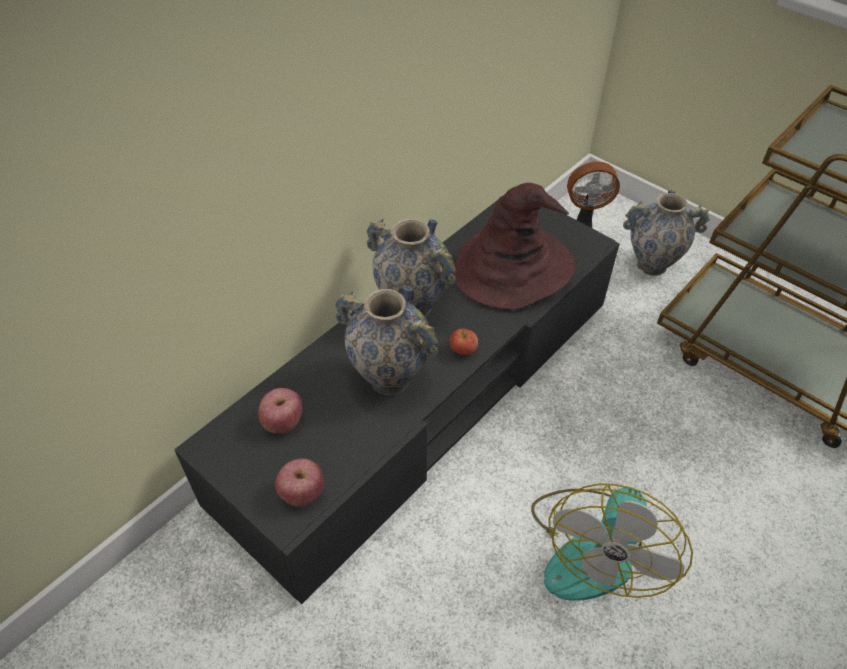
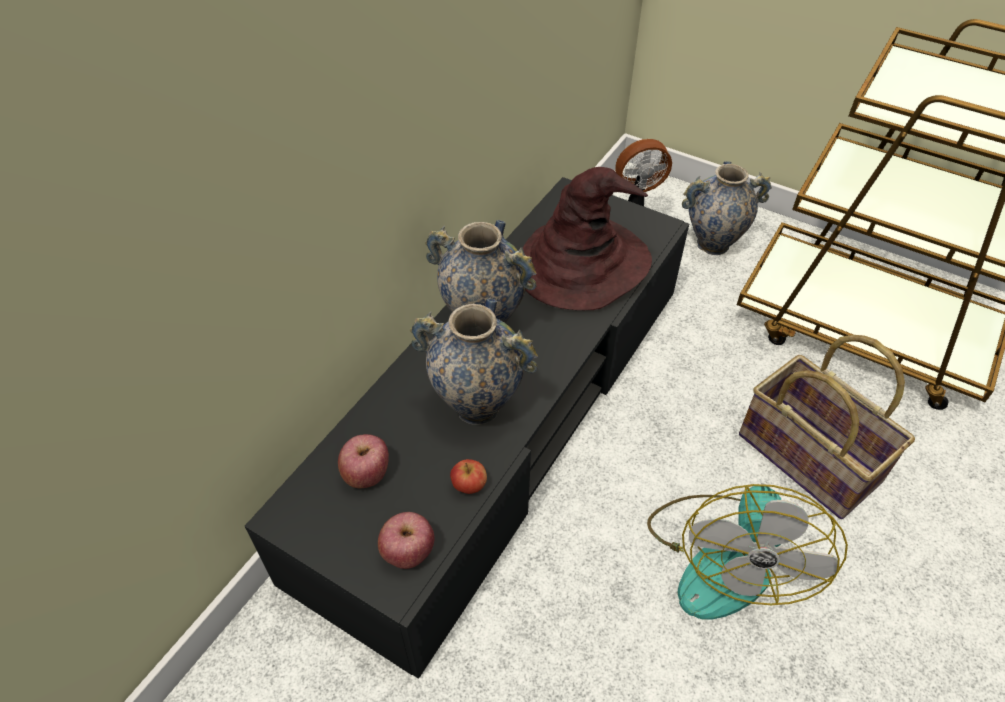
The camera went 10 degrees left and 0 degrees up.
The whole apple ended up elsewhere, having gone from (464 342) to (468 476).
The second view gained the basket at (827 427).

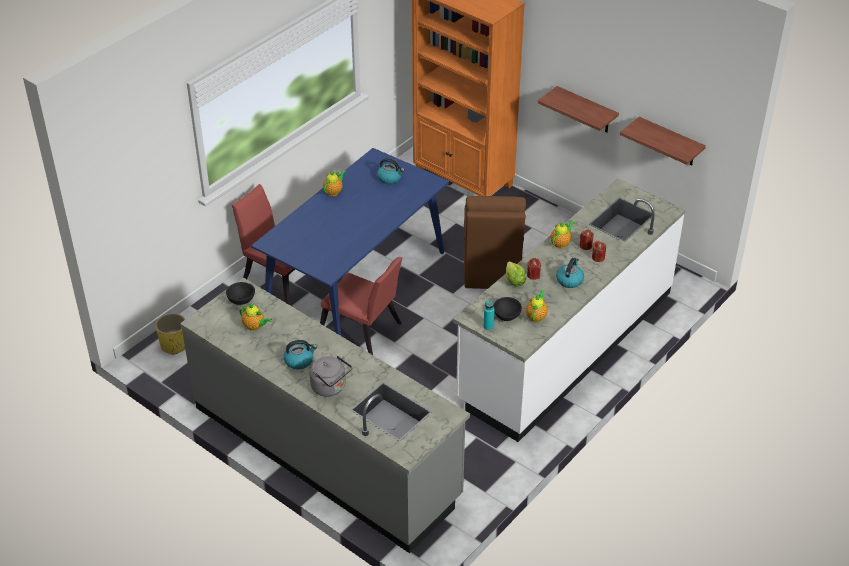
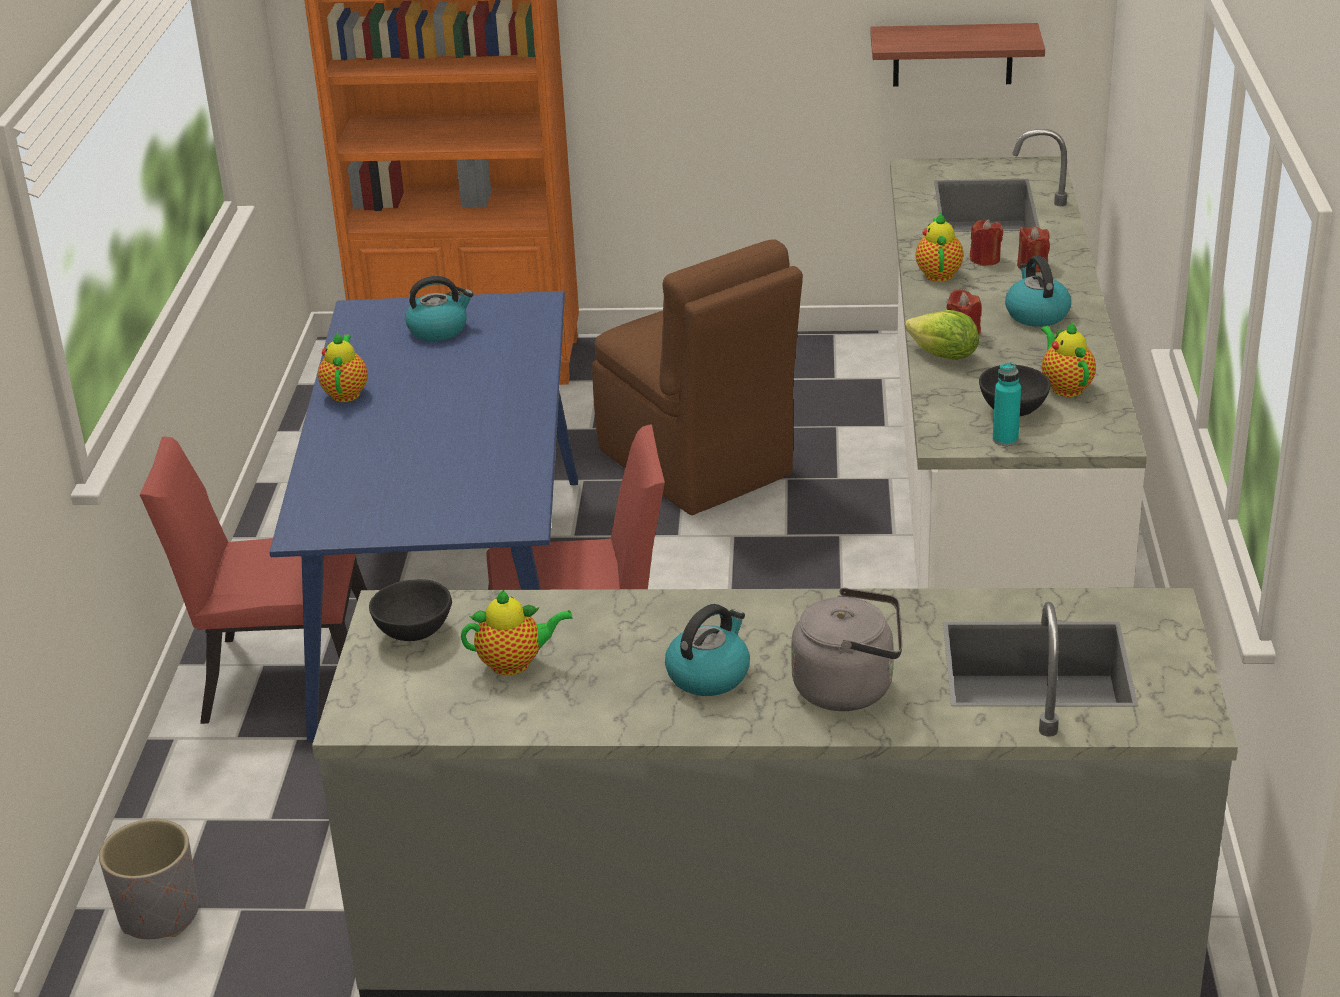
The camera went 35 degrees left and 10 degrees down.
The second view lost the wall shelf at (578 109).
What was the yellow-coloured flower pot at (170 334) turned into the greyish flower pot at (149 879).

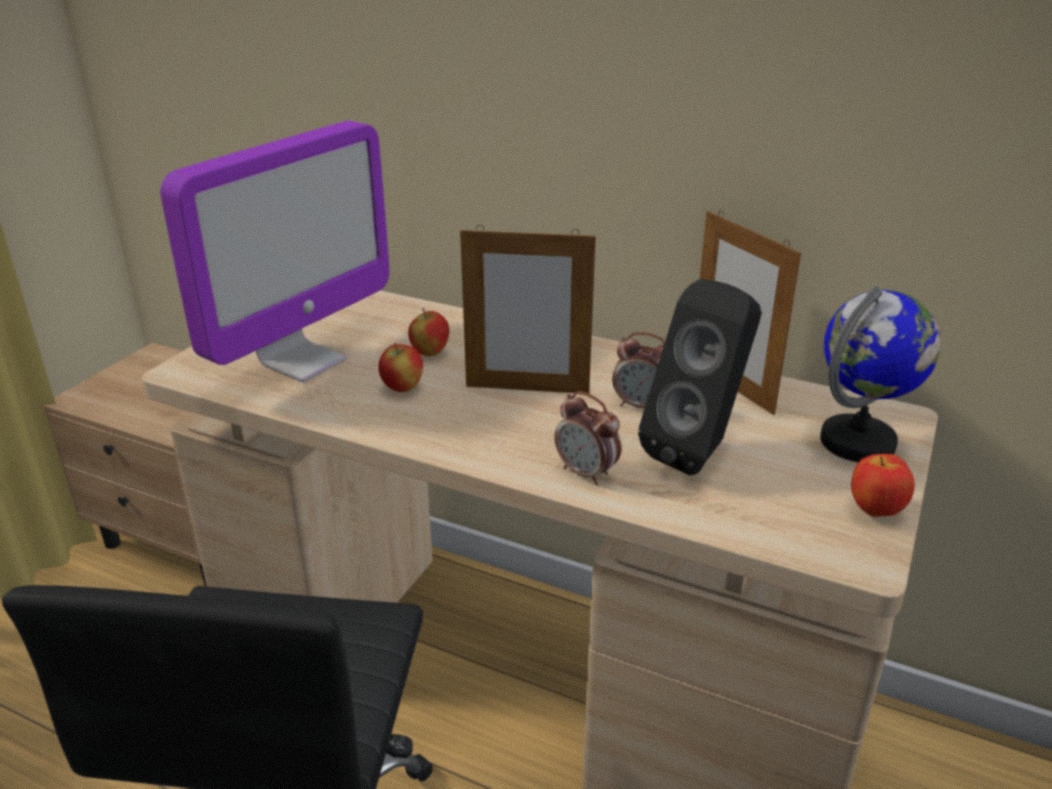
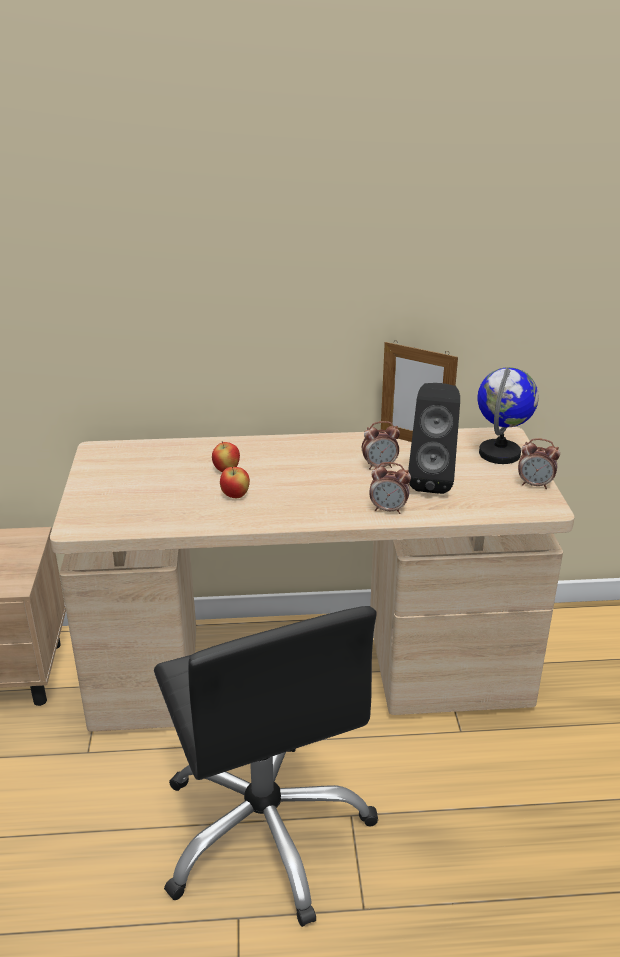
The camera went 30 degrees left and 0 degrees up.
The second view lost the computer screen at (275 251).
The second view lost the standing frame at (528 309).
Where the whole apple stood at (883 485), the table clock came to stand at (539 463).

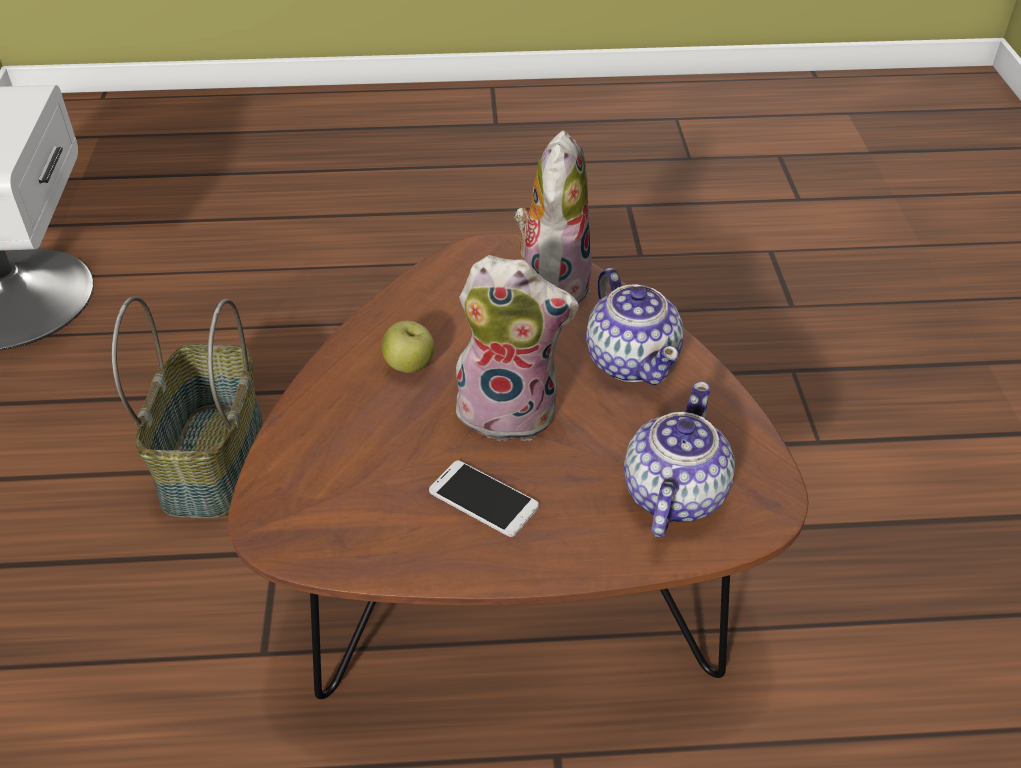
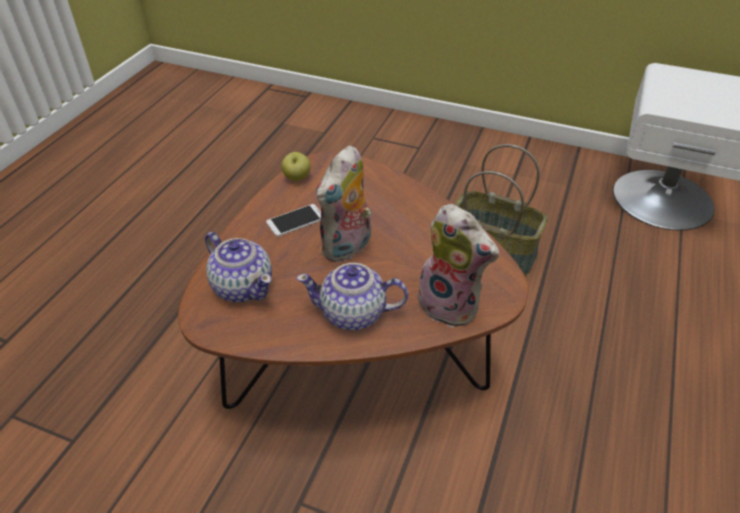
The camera went 115 degrees right and 0 degrees up.
The whole apple ended up elsewhere, having gone from (408 347) to (296 166).

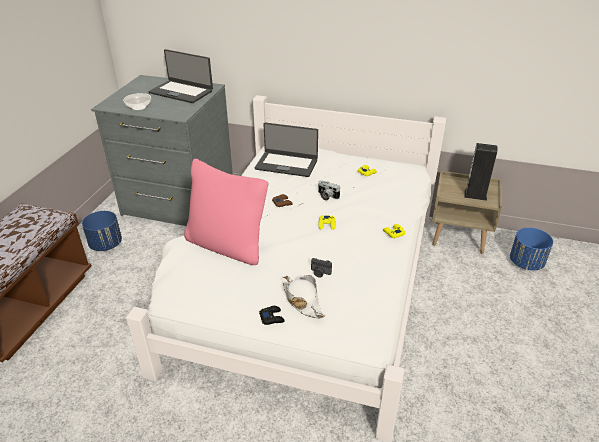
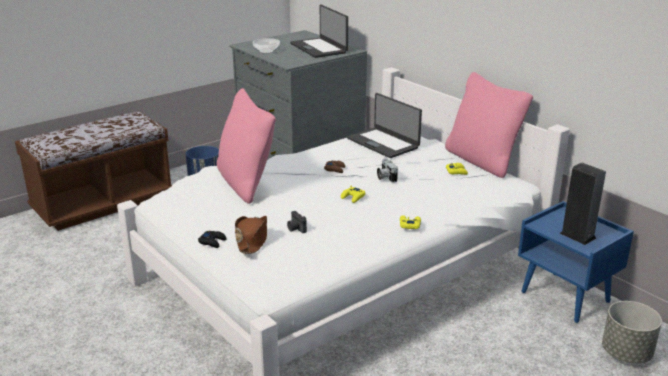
The camera went 35 degrees right and 10 degrees down.
What was the sand-coloured night table at (467 212) turned into the bluish night table at (576 262).
What was the bluish flower pot at (531 249) turned into the greyish flower pot at (632 332).
What was the whitish wearable hat at (303 297) turned into the brown-coloured wearable hat at (251 235).
The second view gained the pink cushion at (489 125).

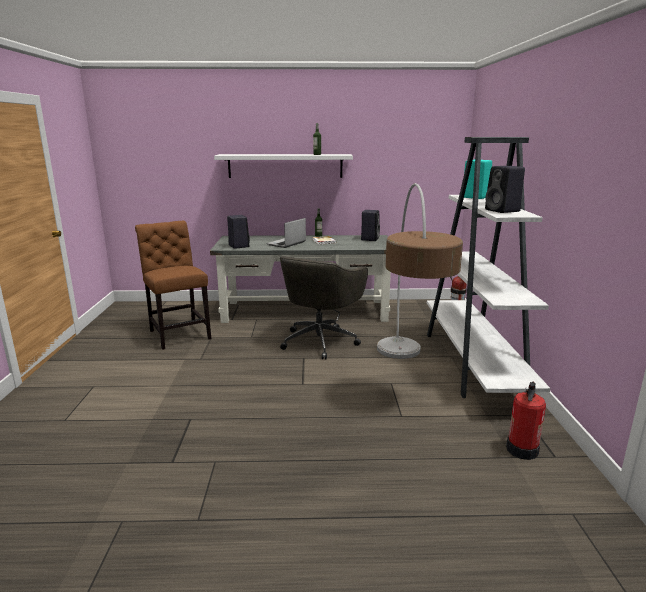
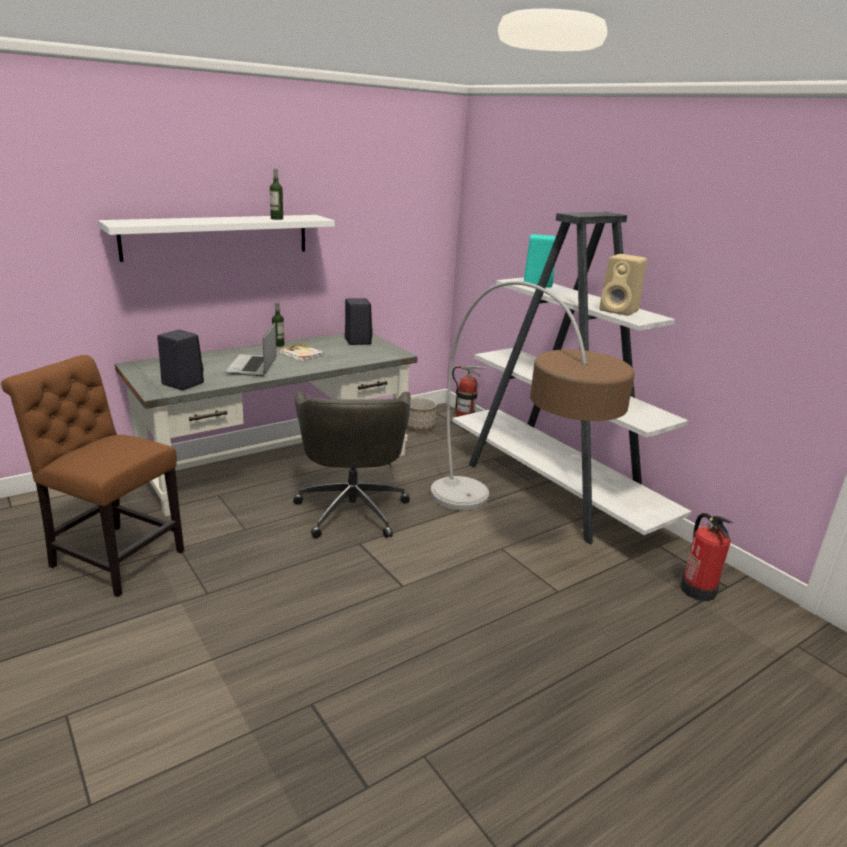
The camera went 35 degrees left and 5 degrees up.
What was the black-coloured speaker at (505 189) turned into the sand-coloured speaker at (623 285).
The second view gained the flower pot at (422 414).

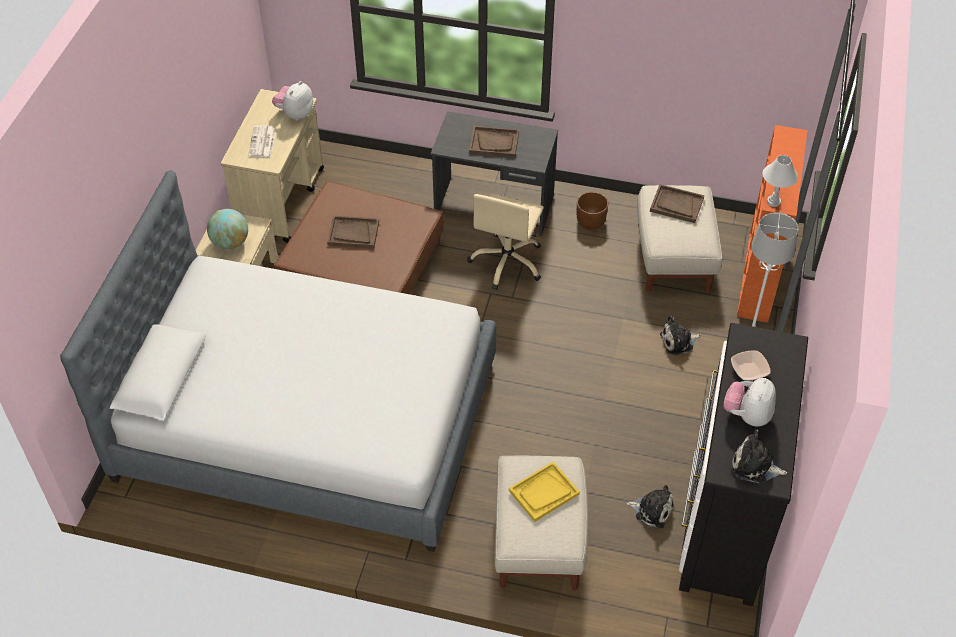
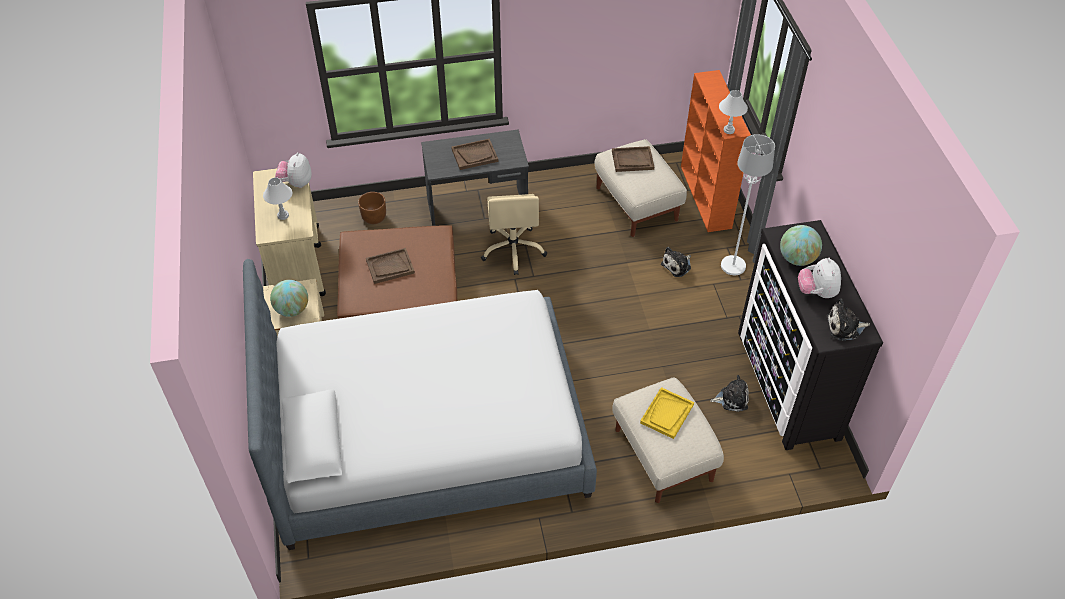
The camera went 25 degrees left and 0 degrees up.
Where the printed paper stood at (262 141), the whitish tabletop lamp came to stand at (277 198).
The brown-coloured flower pot ended up elsewhere, having gone from (592 211) to (372 208).
Where the serving bowl stood at (751 365), the desk globe came to stand at (801 245).

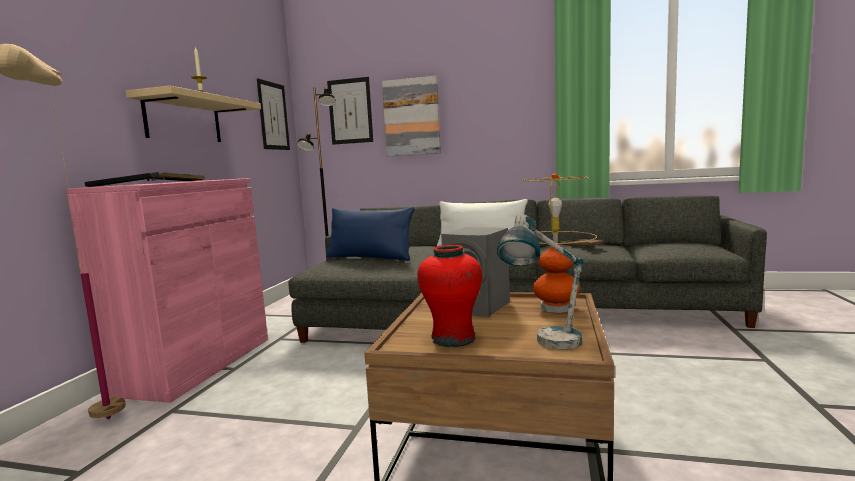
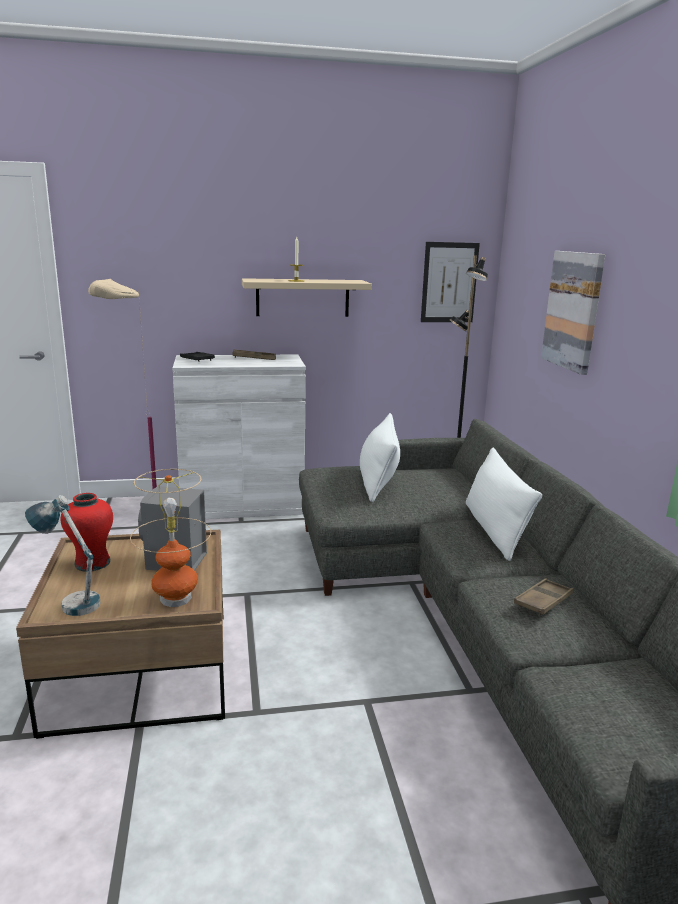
The camera went 65 degrees right and 10 degrees up.
The second view lost the wall art at (350 111).
What was the pink cabinet at (167 290) turned into the whitish cabinet at (239 437).
What was the bluish cushion at (370 234) turned into the whitish cushion at (380 457).

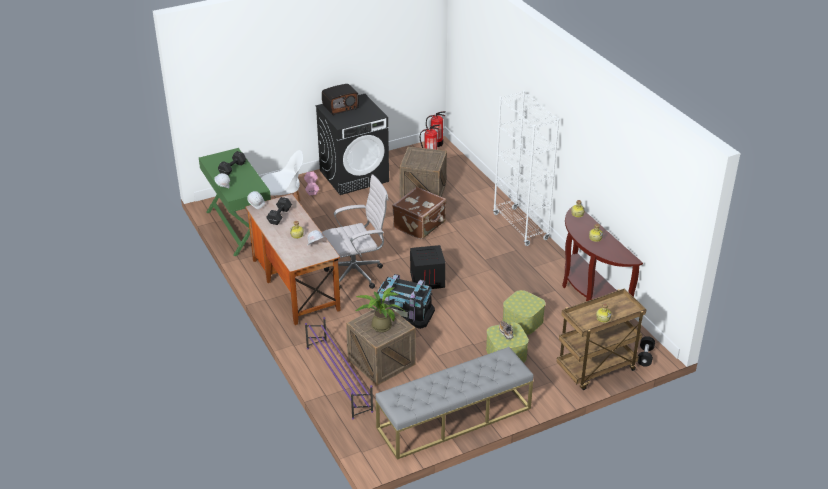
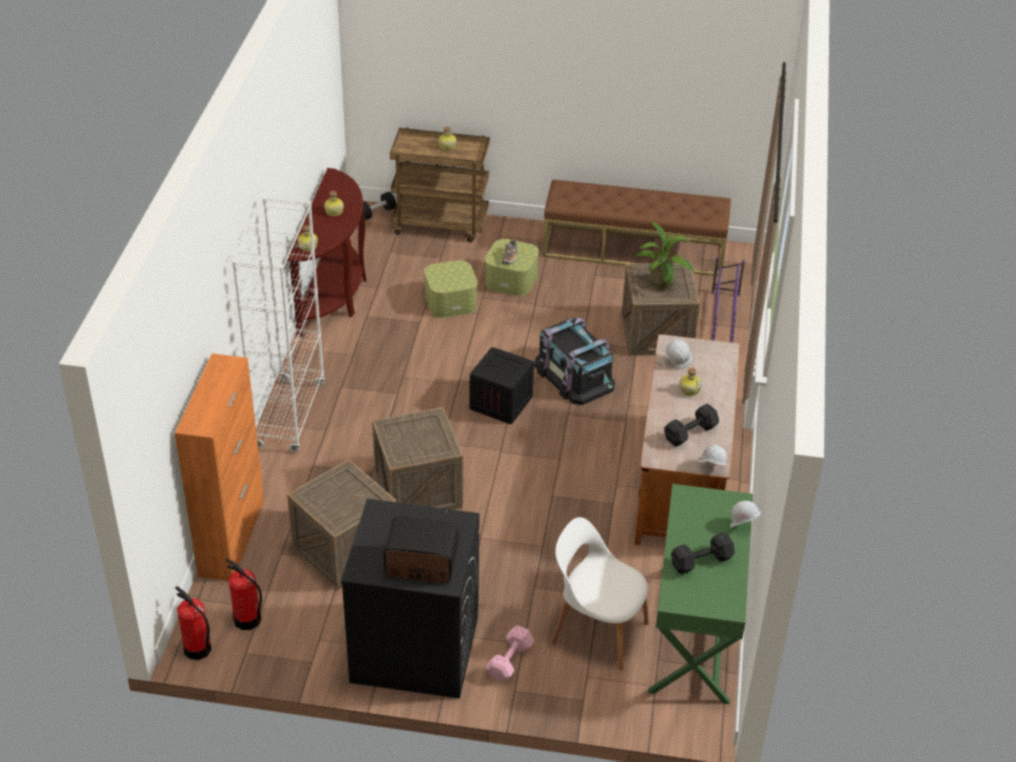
The camera went 145 degrees left and 5 degrees up.
The second view lost the whitish office chair at (355 231).
Where the brown-coloured travel case stood at (419 213), the crate came to stand at (417 458).
What was the greyish long seat at (455 403) turned into the brown-coloured long seat at (636 228).
The second view gained the orangey cabinet at (219 467).

